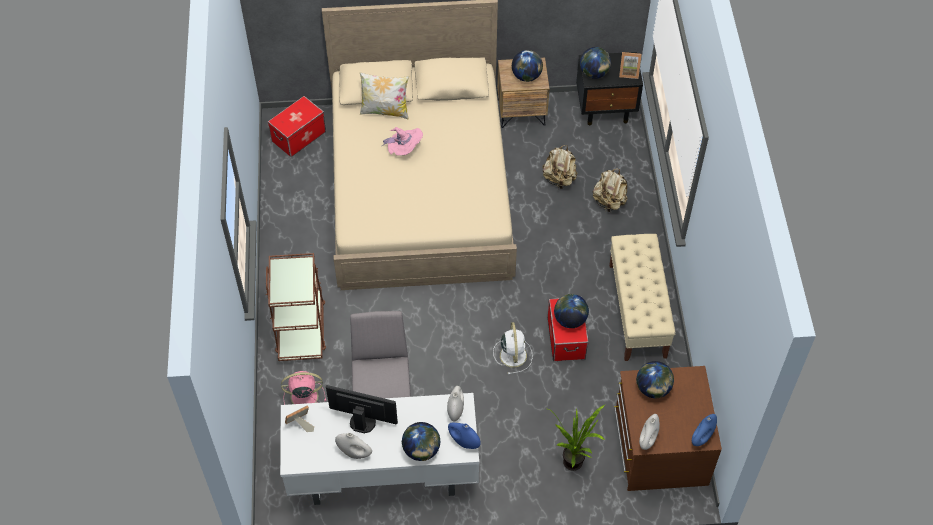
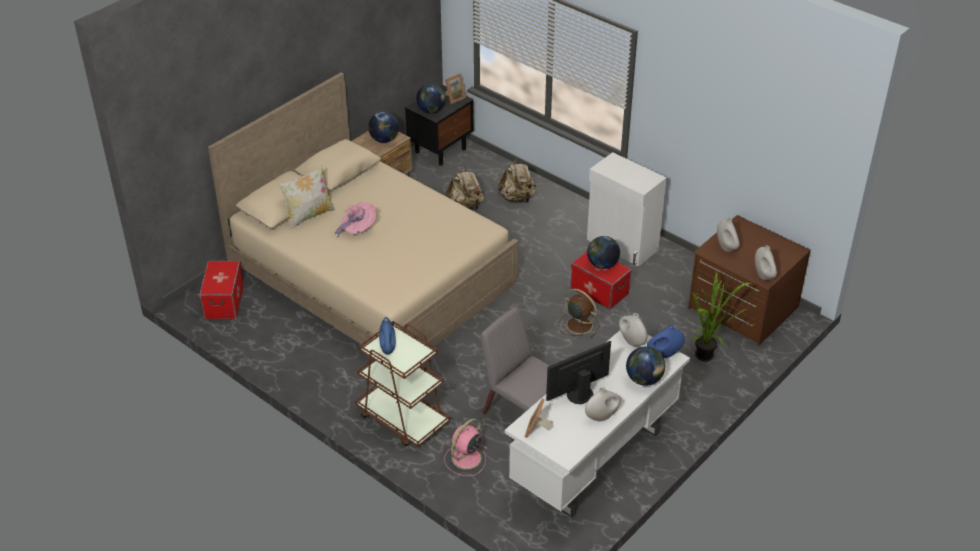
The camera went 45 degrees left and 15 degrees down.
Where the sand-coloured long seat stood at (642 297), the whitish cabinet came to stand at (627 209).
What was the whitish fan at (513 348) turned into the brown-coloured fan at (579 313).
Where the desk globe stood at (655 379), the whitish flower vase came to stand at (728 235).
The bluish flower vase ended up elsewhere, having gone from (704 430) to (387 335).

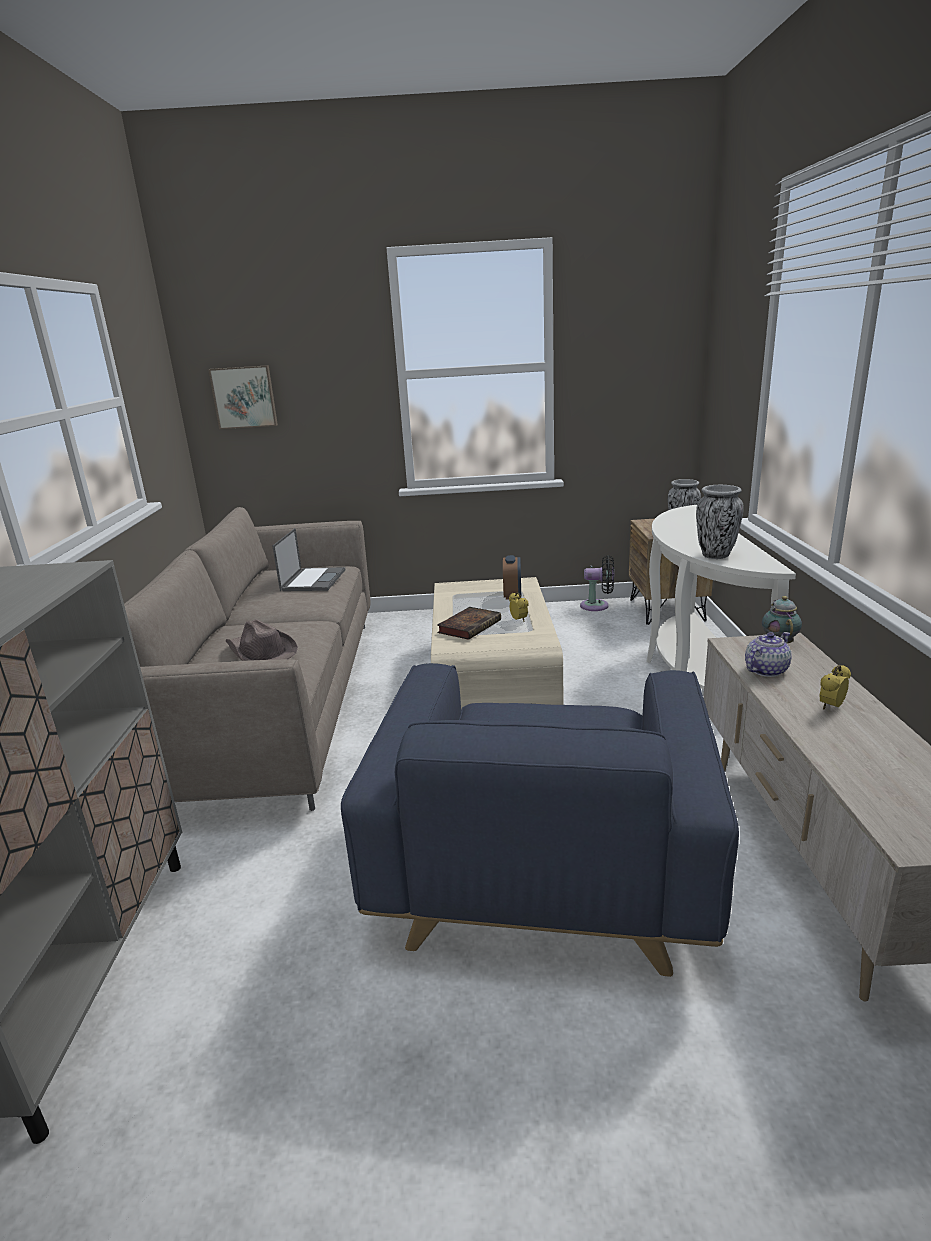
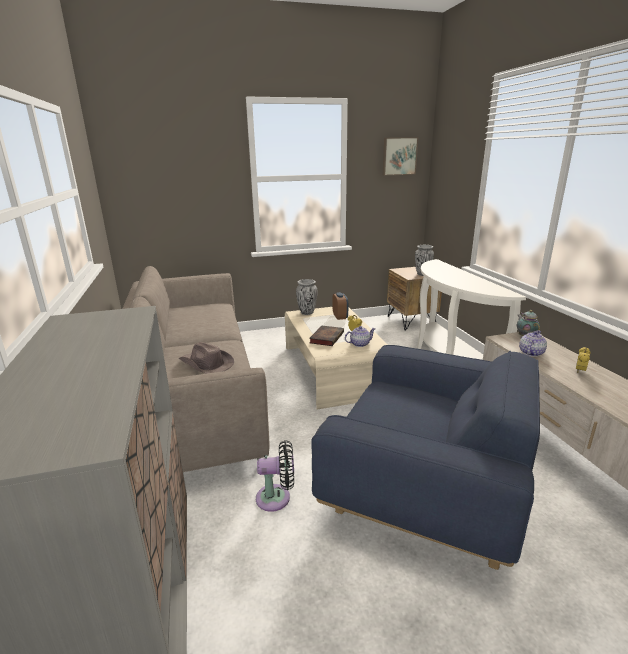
The camera went 15 degrees left and 0 degrees up.
The wall art ended up elsewhere, having gone from (243 397) to (400 156).
The flower vase ended up elsewhere, having gone from (720 522) to (307 297).
The second view lost the laptop at (309 559).
The black-coloured fan ended up elsewhere, having gone from (597 583) to (275 476).
The bluish armchair at (540 820) ended up facing another way, 60 degrees counterclockwise from before.
The second view gained the tea pot at (360 336).

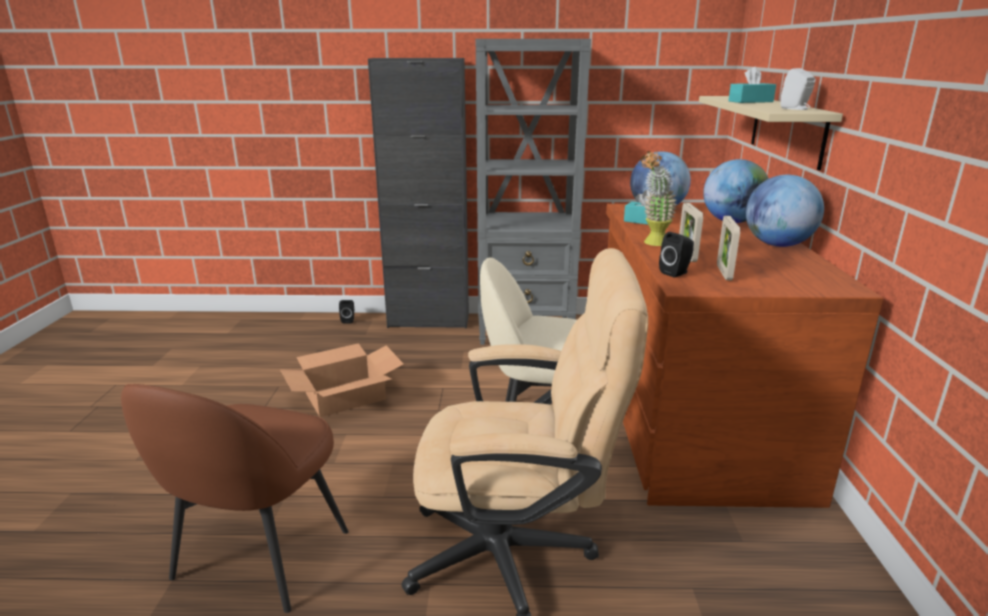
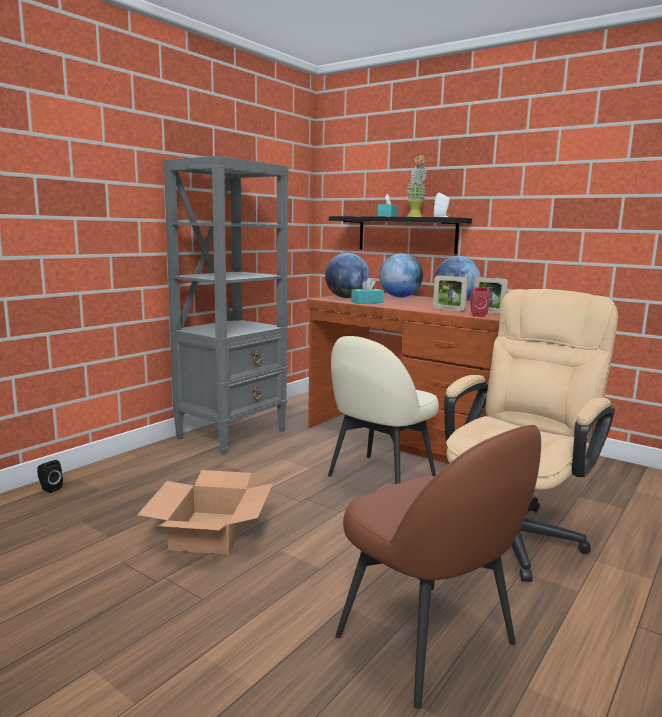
The camera went 55 degrees left and 10 degrees down.
The second view lost the black-coloured cabinet at (418 193).
What was the sand-coloured wall shelf at (771 133) turned into the black-coloured wall shelf at (400 235).
The potted plant ended up elsewhere, having gone from (659 198) to (416 186).
What was the black-coloured speaker at (676 255) turned into the red-coloured speaker at (479 302).

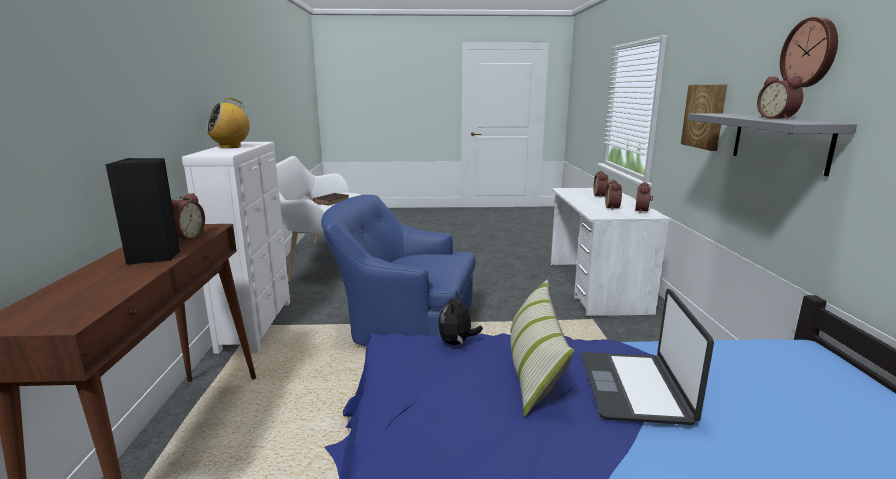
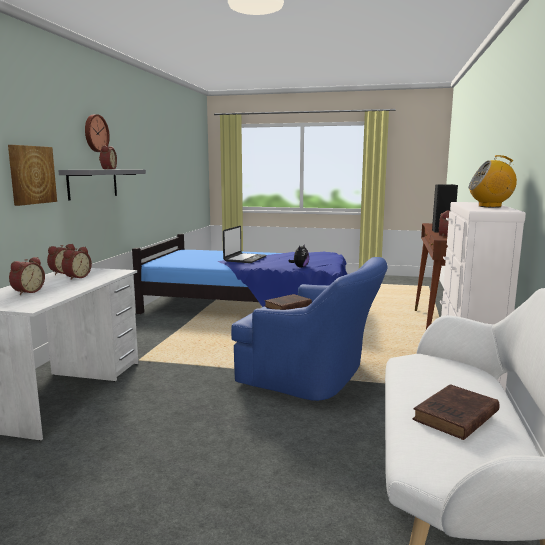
The camera went 165 degrees left and 5 degrees down.
The radio set at (228 123) ended up facing another way, 150 degrees counterclockwise from before.
The second view lost the cushion at (542 348).
The second view gained the brown-coloured book at (288 302).

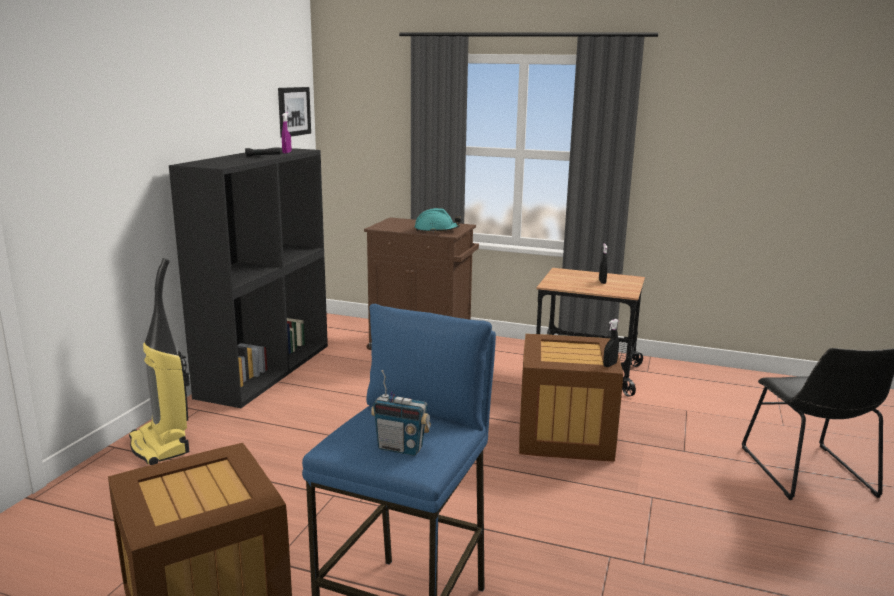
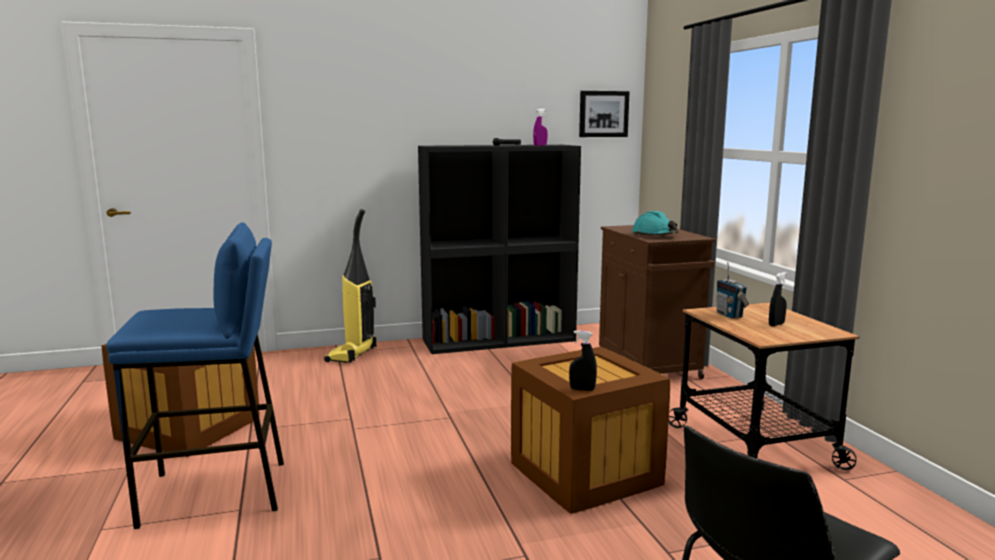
The camera went 55 degrees right and 5 degrees down.
The radio set ended up elsewhere, having gone from (401 413) to (733 290).

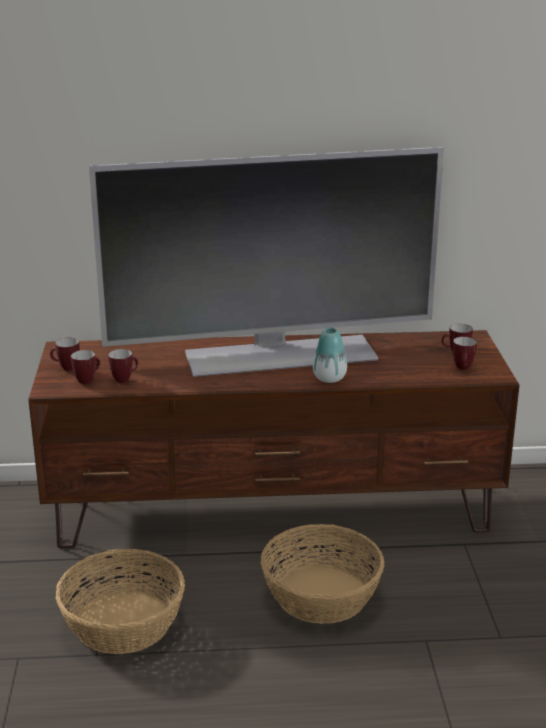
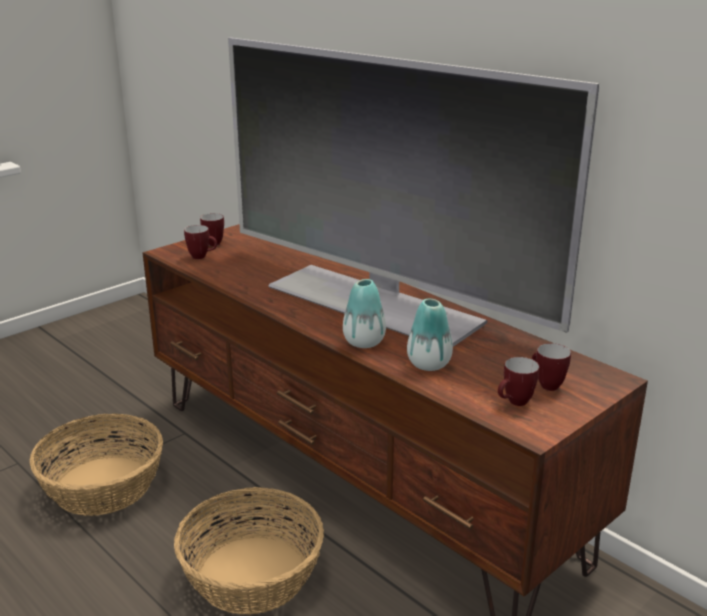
The camera went 50 degrees right and 0 degrees up.
The second view lost the tea mug at (123 366).
The second view gained the flower vase at (430 335).

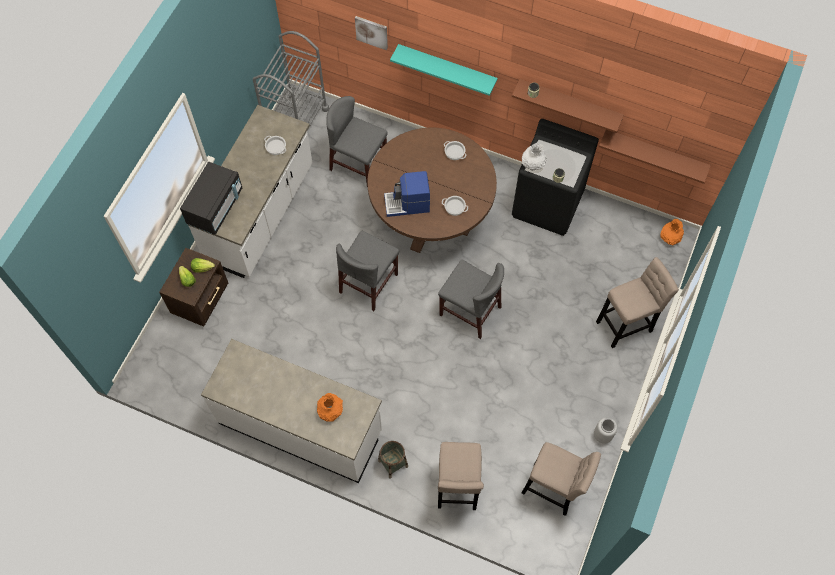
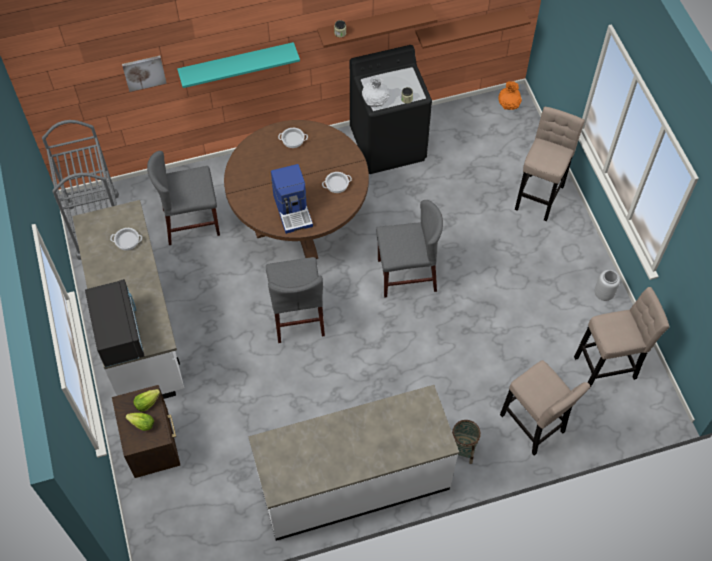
The camera went 40 degrees left and 5 degrees down.
The coffee machine at (407 194) ended up facing another way, 60 degrees counterclockwise from before.
The second view lost the orangey flower vase at (330 407).

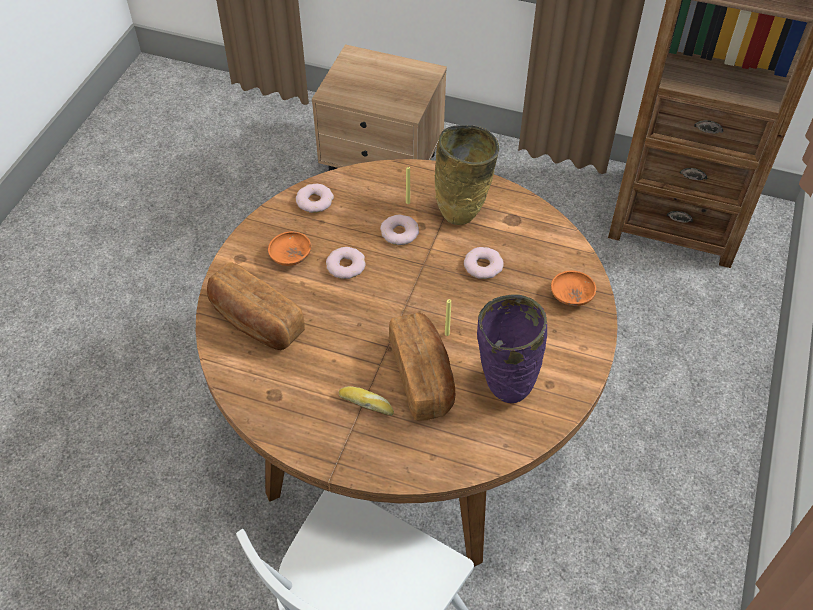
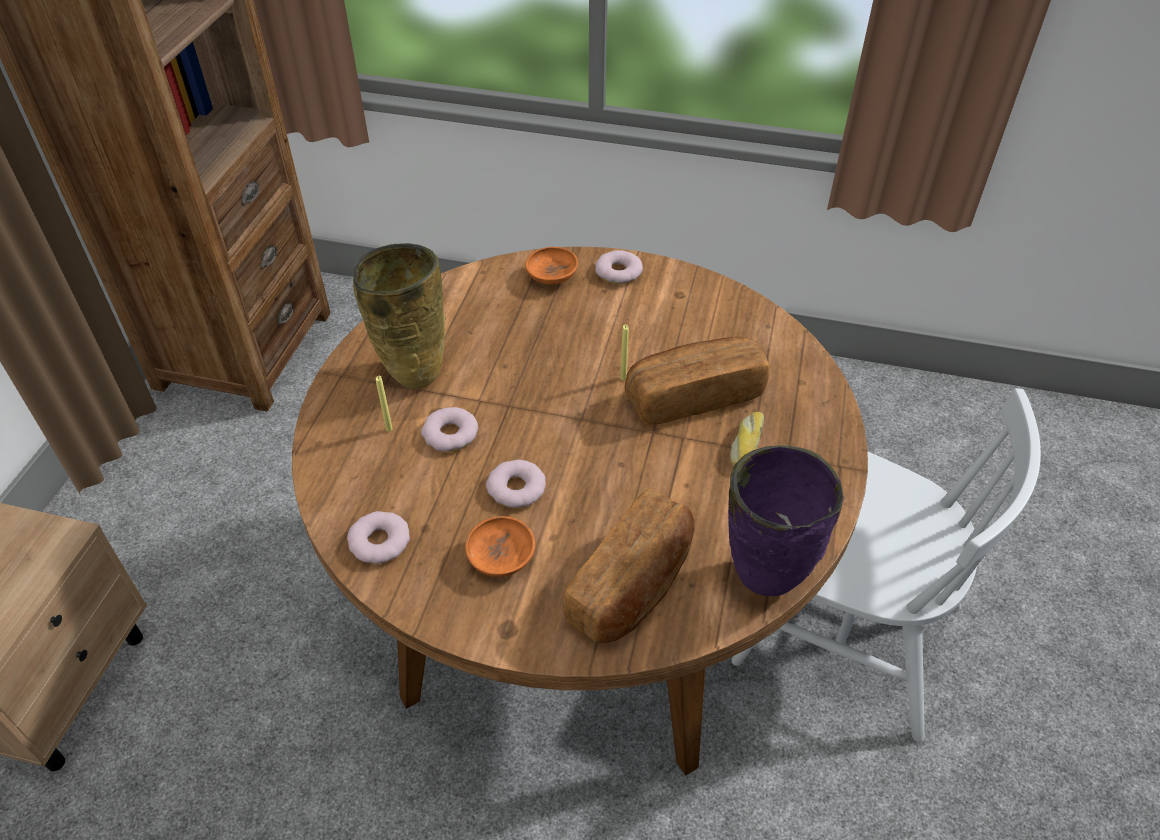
The camera went 95 degrees left and 5 degrees down.
The donut ended up elsewhere, having gone from (484 263) to (619 267).
The purple flower vase ended up elsewhere, having gone from (512 348) to (786 520).

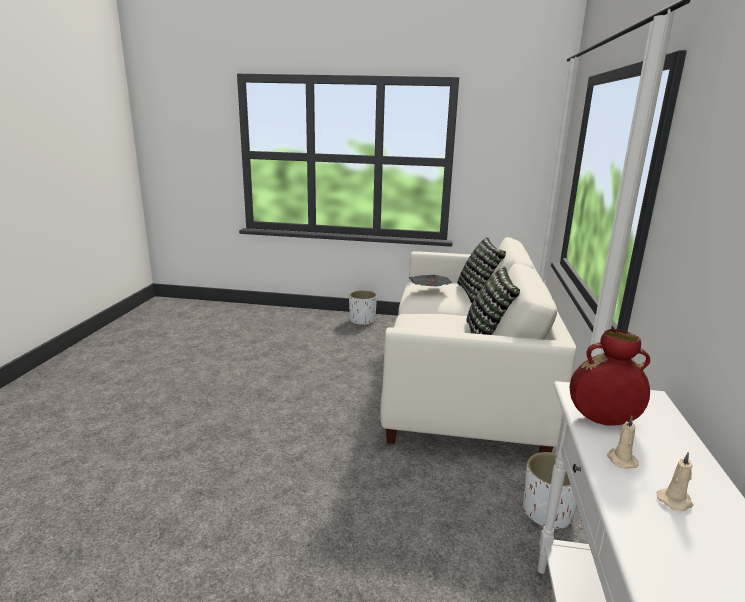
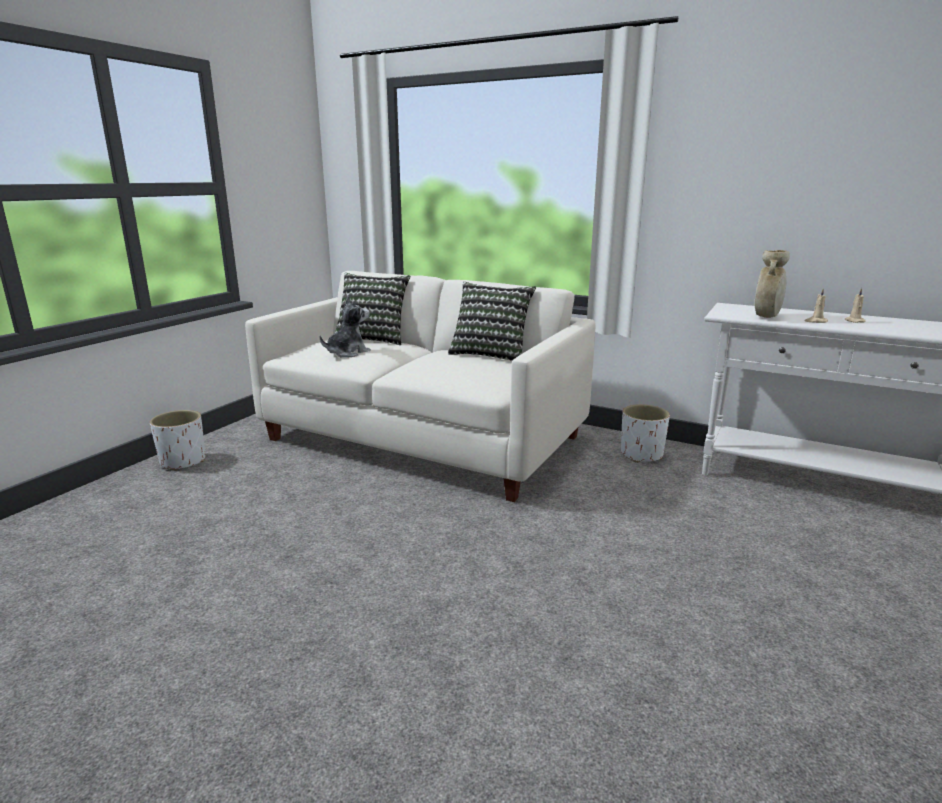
The camera went 70 degrees left and 0 degrees up.
Where the printed paper stood at (430 280), the soft toy came to stand at (345 327).
What was the red-coloured flower vase at (610 377) turned into the sand-coloured flower vase at (772 284).

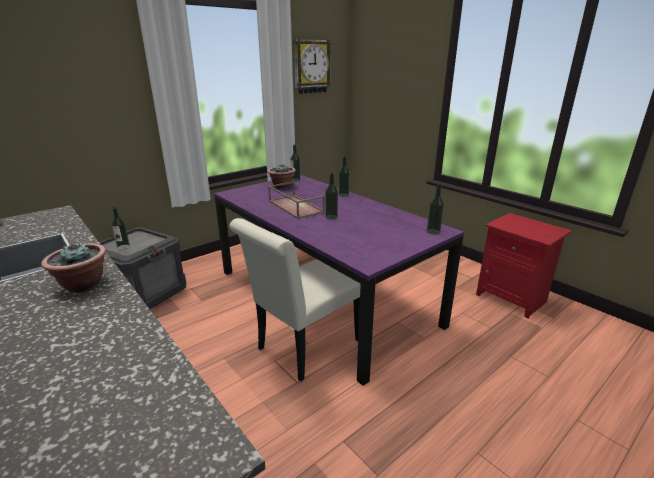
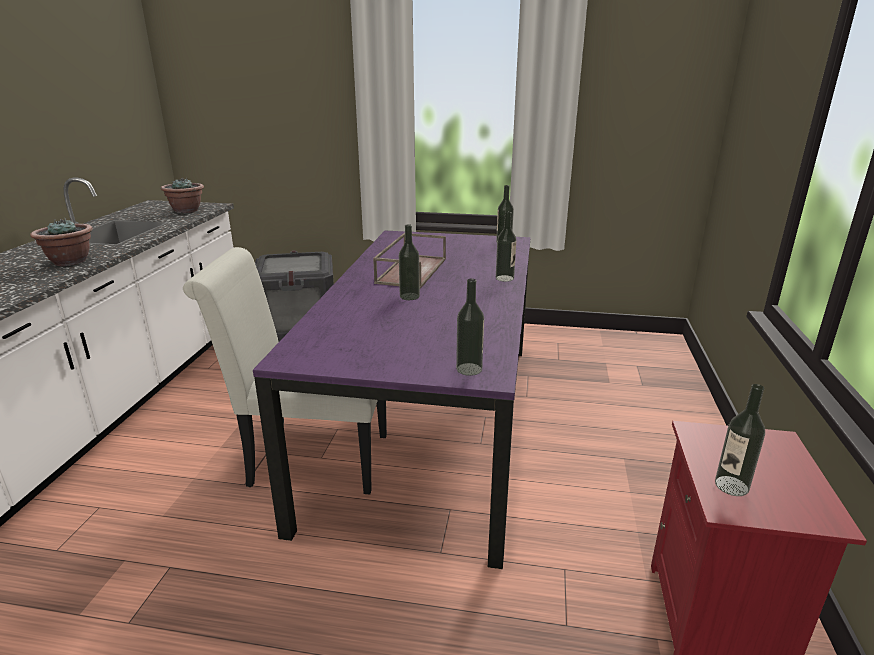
The camera went 50 degrees right and 0 degrees up.
The second view lost the clock on the wall at (313 66).
The potted plant ended up elsewhere, having gone from (281 176) to (182 195).
The bottle ended up elsewhere, having gone from (121 228) to (740 440).

